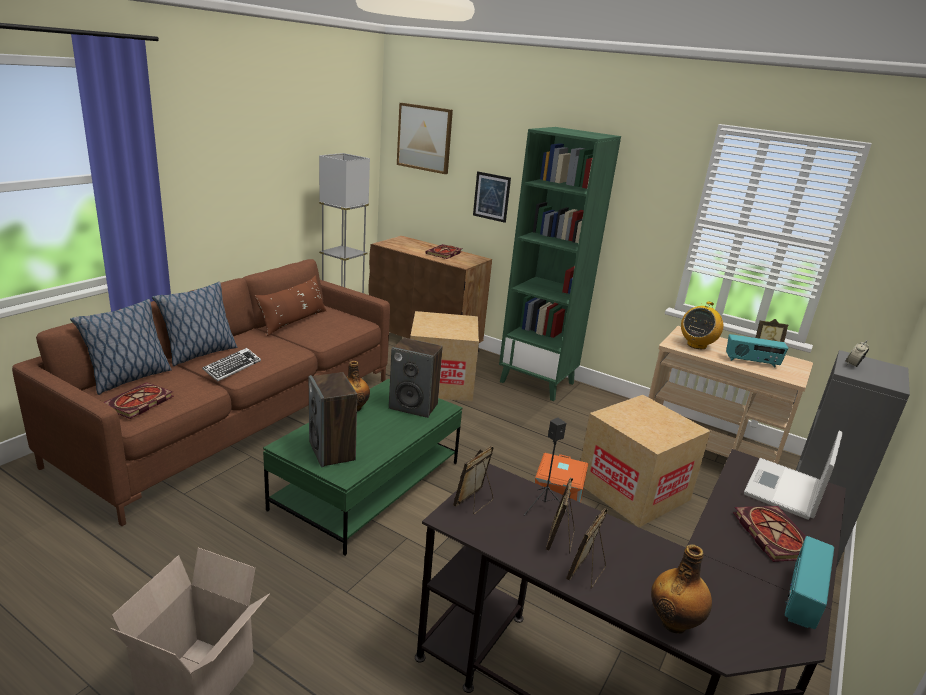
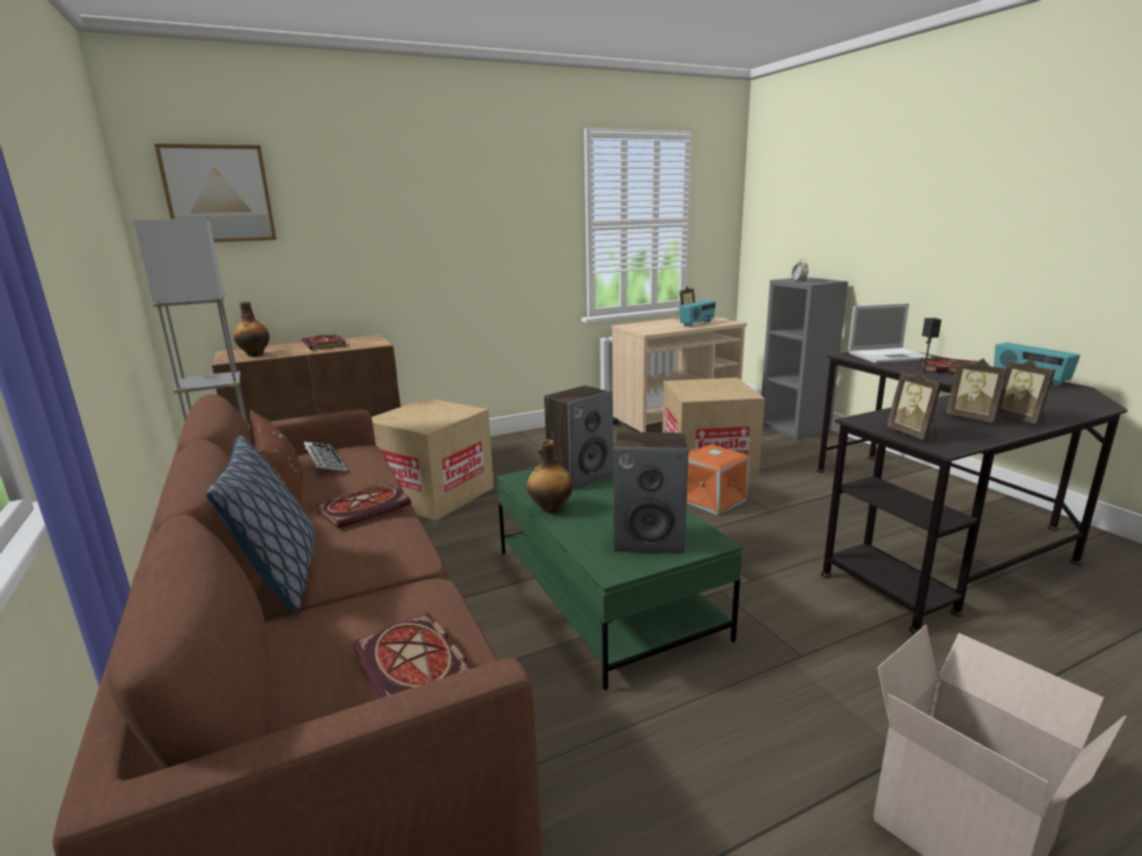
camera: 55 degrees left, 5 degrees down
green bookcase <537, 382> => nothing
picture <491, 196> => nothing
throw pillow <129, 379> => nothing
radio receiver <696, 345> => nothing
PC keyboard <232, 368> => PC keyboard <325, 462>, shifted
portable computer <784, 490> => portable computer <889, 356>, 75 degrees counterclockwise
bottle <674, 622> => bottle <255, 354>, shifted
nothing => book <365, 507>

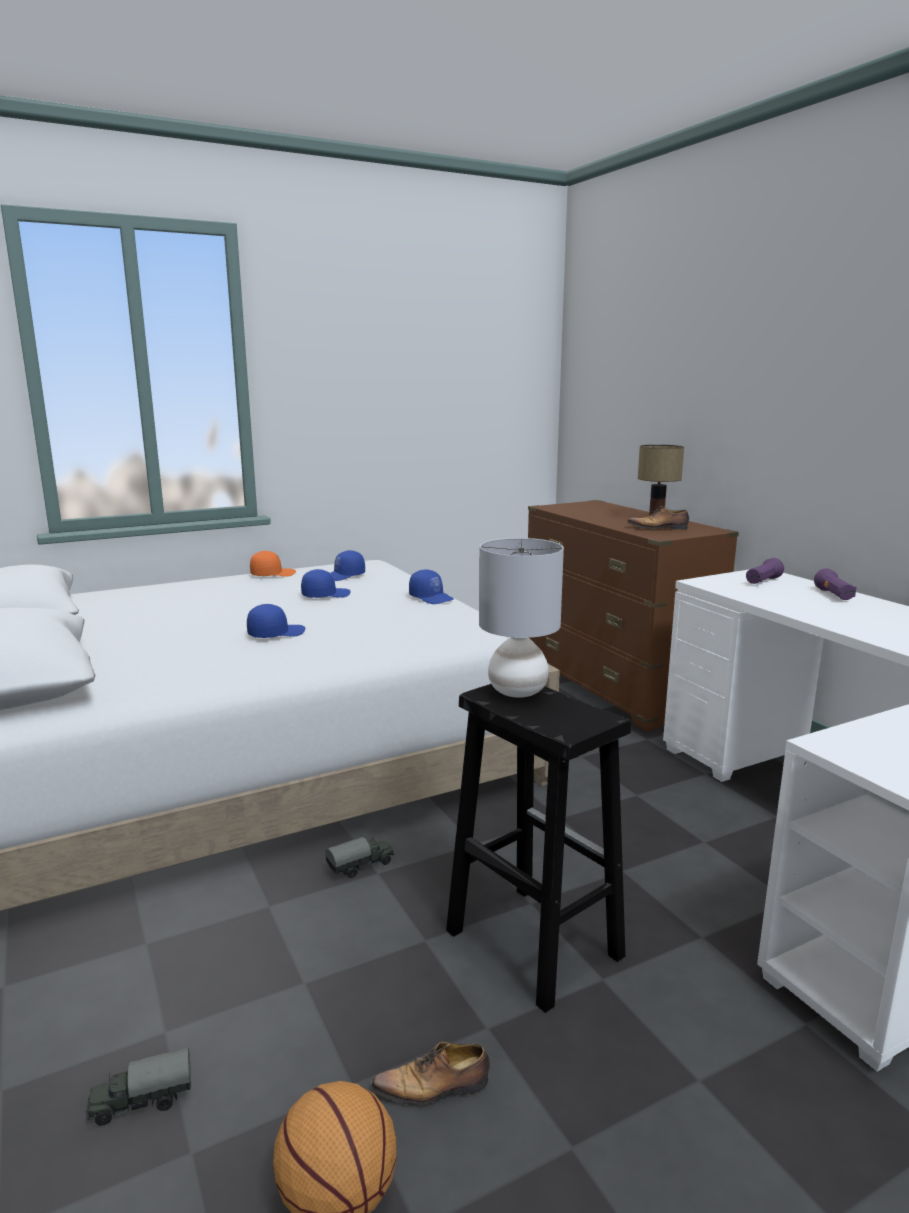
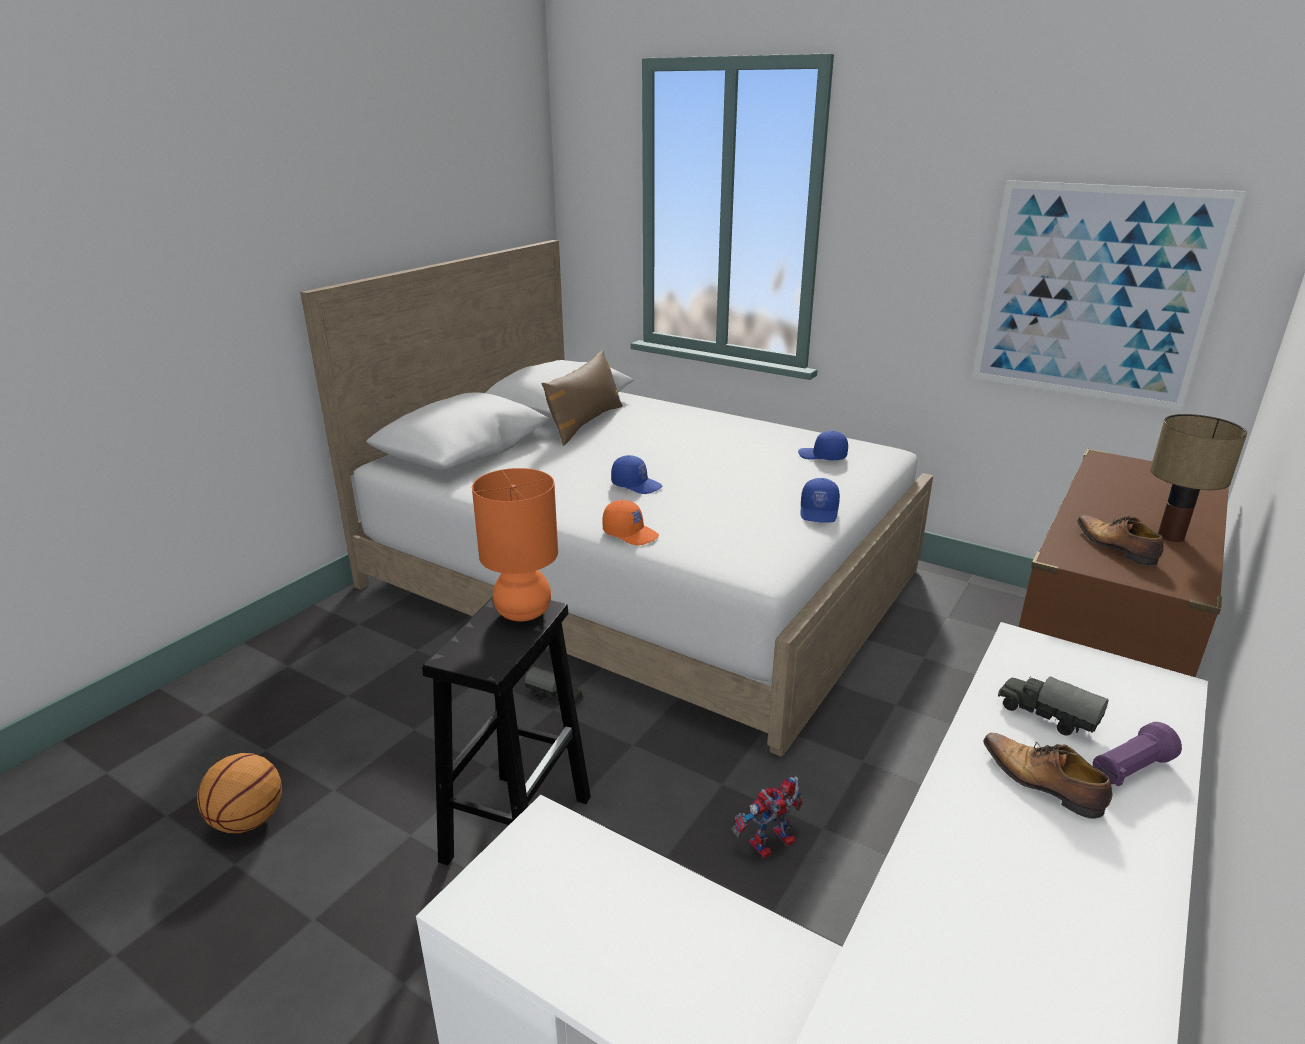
camera: 60 degrees right, 10 degrees up
grey lamp for a table <518, 691> => orangey lamp for a table <524, 612>
orangey peaked cap <273, 574> => orangey peaked cap <631, 533>, shifted
purple-coloured hand torch <762, 582> => nothing
bluish peaked cap <325, 595> => nothing
shoe <434, 1087> => shoe <1042, 783>, shifted
toy truck <141, 1102> => toy truck <1045, 716>, shifted
nothing => picture <1094, 294>
nothing => brownish throw pillow <585, 423>
nothing => model robot <770, 846>

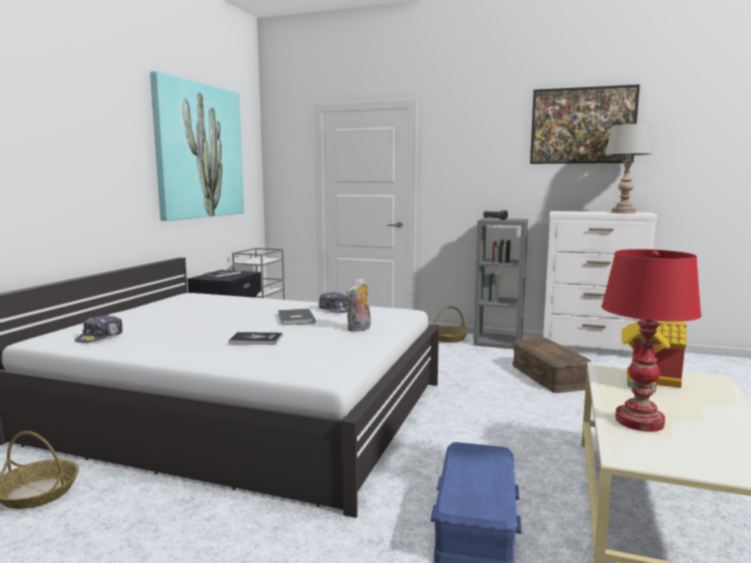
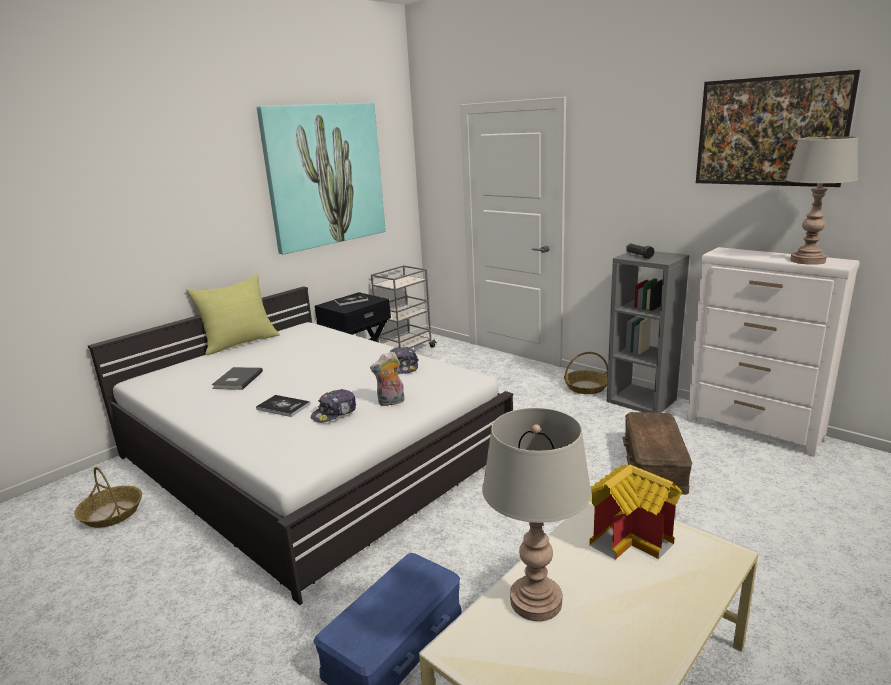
camera: 25 degrees right, 10 degrees up
reddish lamp for a table <639, 421> => grey lamp for a table <536, 601>
grey book <295, 319> => grey book <236, 380>, shifted
peaked cap <100, 337> => peaked cap <335, 413>, shifted
nothing => yellowish throw pillow <240, 343>

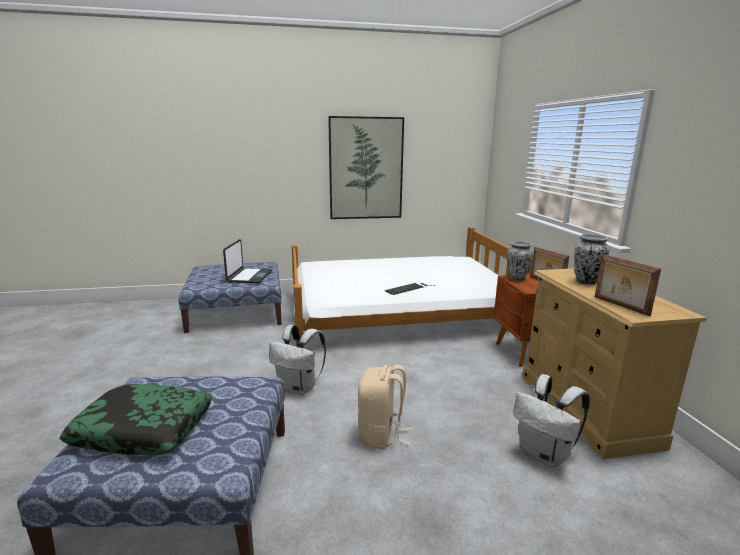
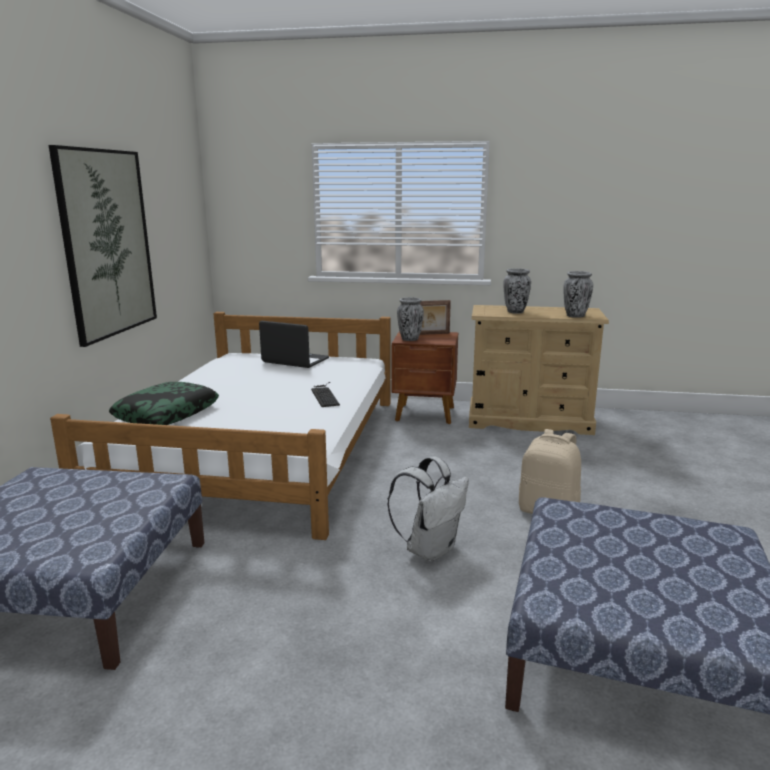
camera: 70 degrees left, 0 degrees up
portable computer <249, 276> => portable computer <295, 361>, shifted
standing frame <620, 306> => flower vase <575, 316>
white rucksack <545, 454> => nothing
throw pillow <142, 429> => throw pillow <167, 414>, shifted

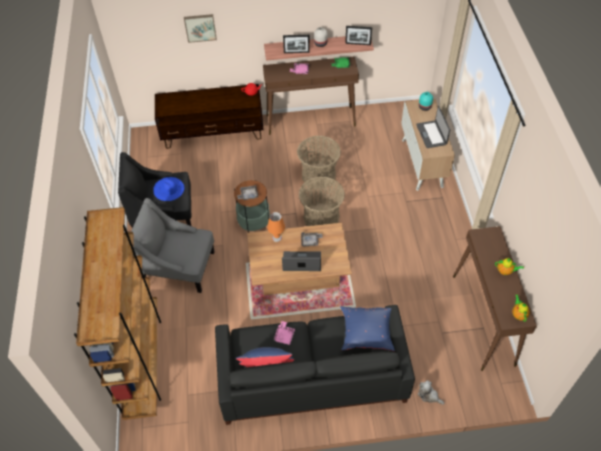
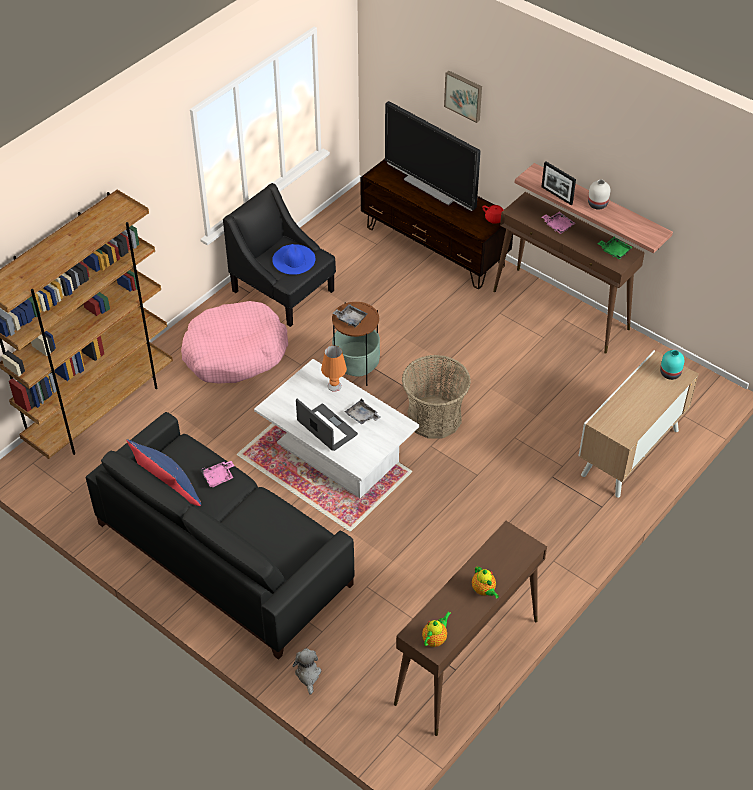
camera: 45 degrees right, 5 degrees down
standing frame <358, 44> => nothing
portable computer <431, 134> => nothing
basket <318, 175> => nothing
grey armchair <179, 267> => pinkish dog bed <235, 353>
brownish low table <299, 273> => white low table <337, 452>
bluish throw pillow <367, 333> => nothing
nothing => TV <431, 188>

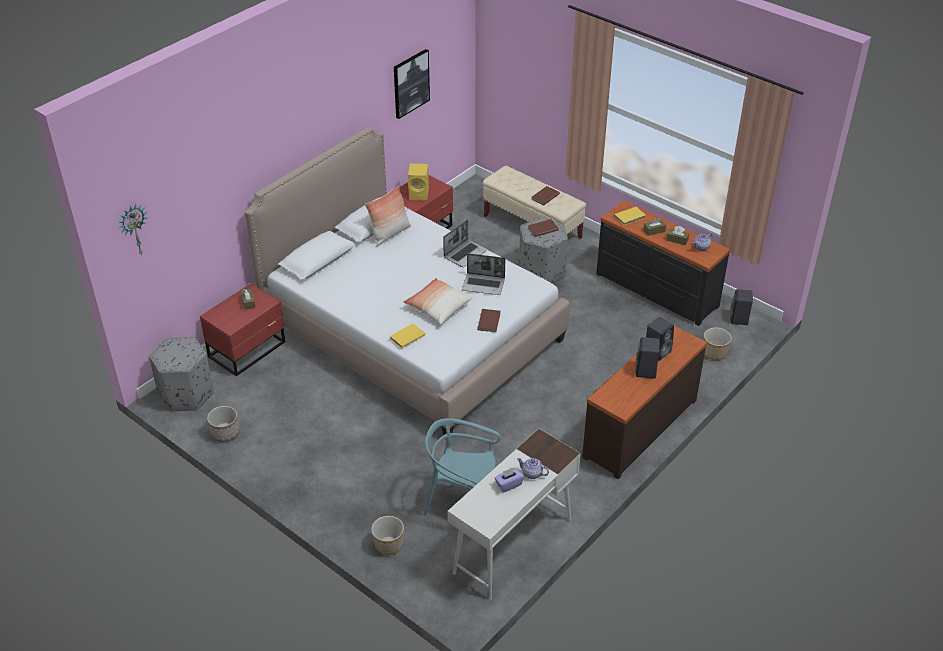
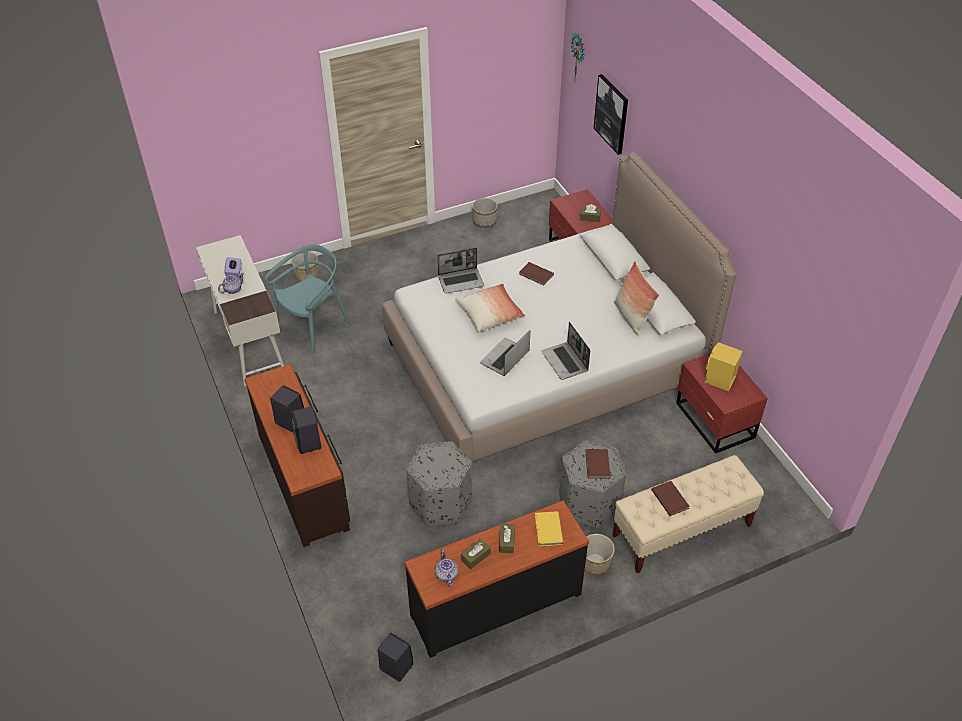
camera: 115 degrees right, 5 degrees up
picture <410, 83> => picture <612, 114>, shifted
brownish book <489, 321> => brownish book <536, 275>, shifted
yellowish book <406, 336> => portable computer <461, 281>
planter <715, 353> => planter <594, 563>, shifted
grey footrest <186, 394> => grey footrest <441, 503>, shifted

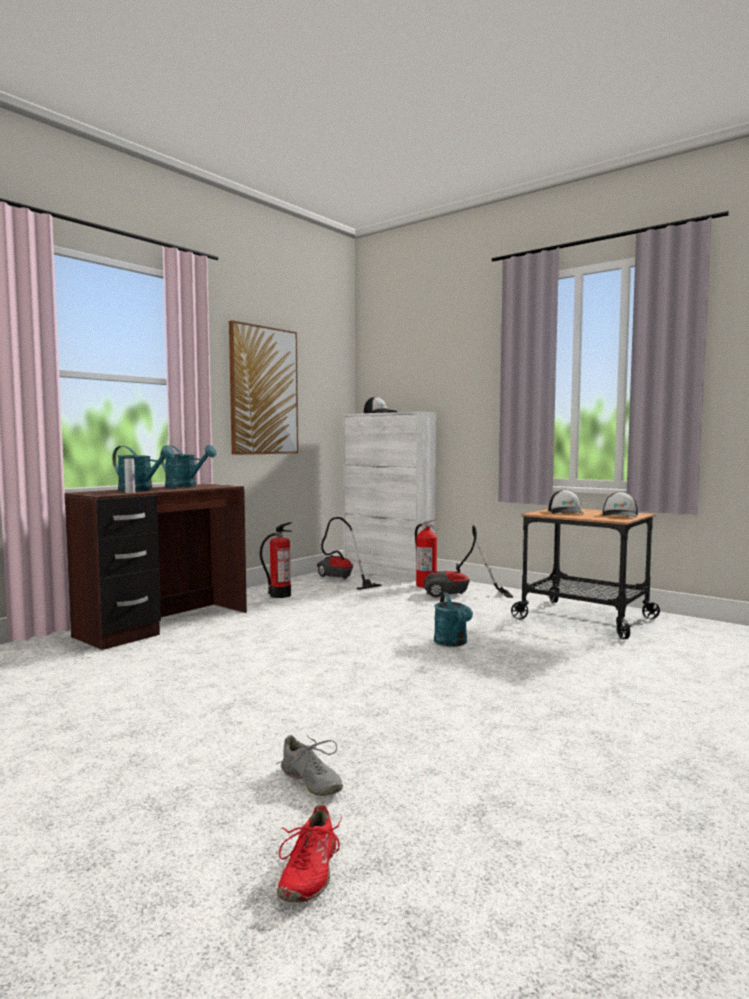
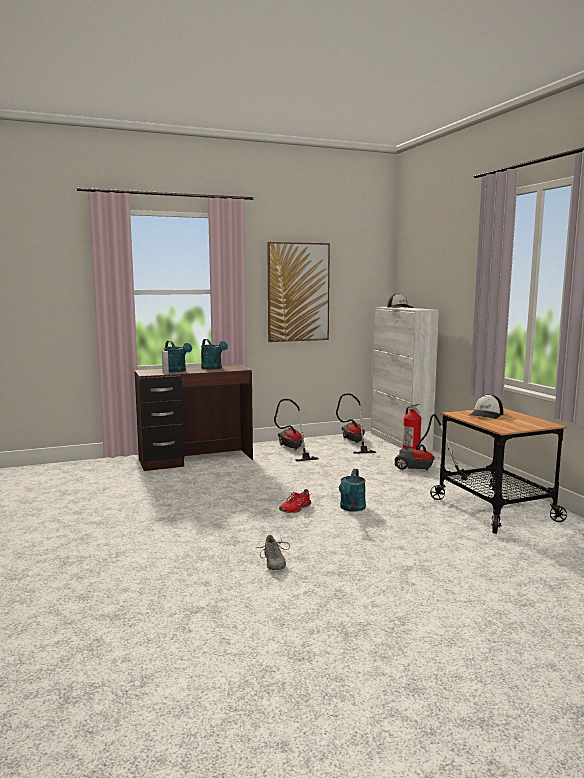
camera: 30 degrees right, 5 degrees up
peaked cap <620, 515> => nothing
extinguisher <280, 595> => hoover <292, 449>
grey shoe <310, 782> => grey shoe <273, 562>, shifted
reddish shoe <308, 872> => reddish shoe <295, 508>, shifted

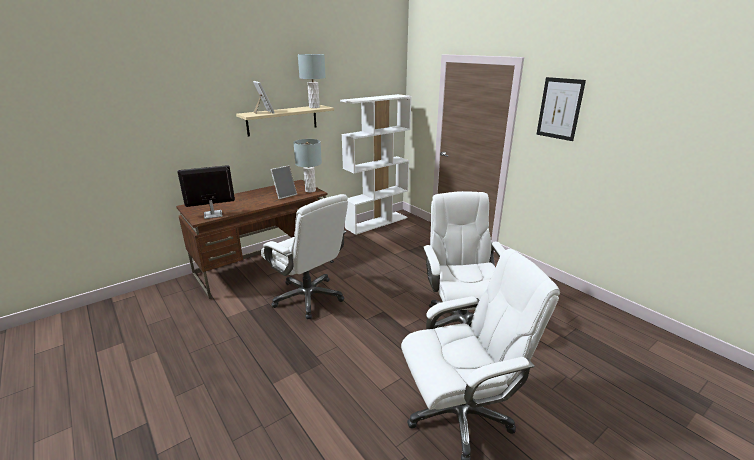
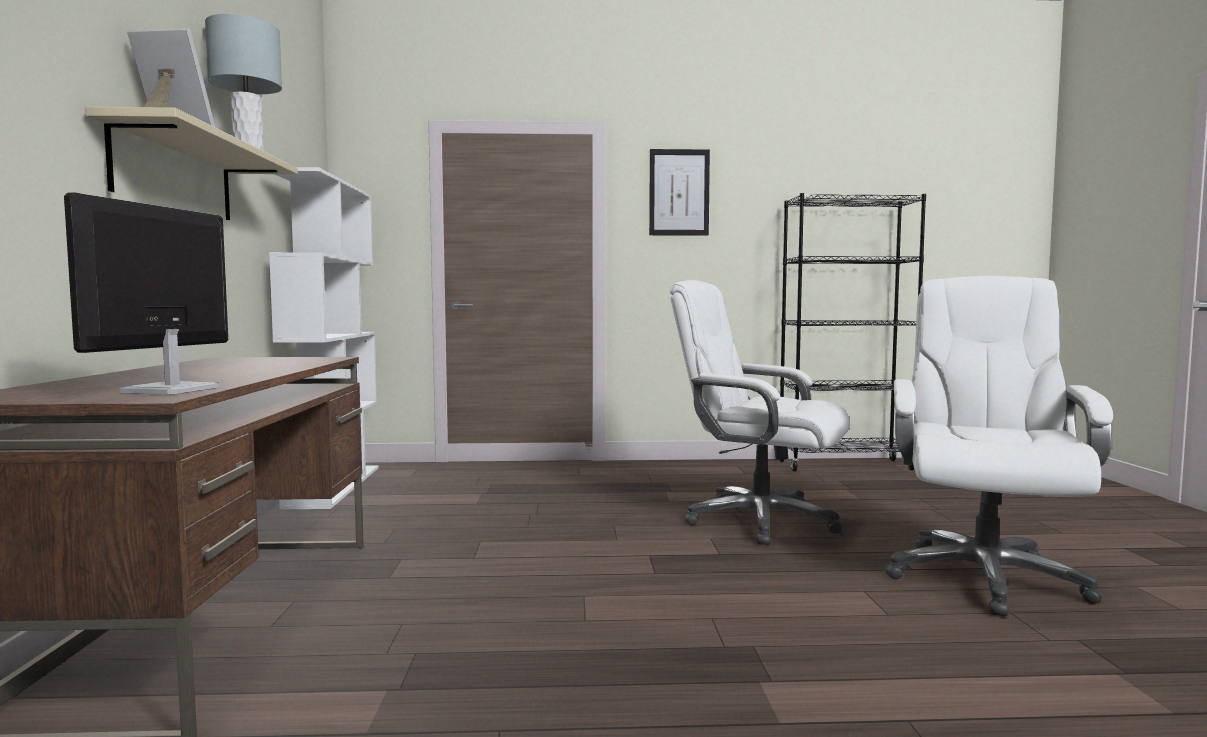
camera: 55 degrees left, 20 degrees down
grey lamp for a table <310, 190> => nothing
standing frame <284, 195> => nothing
white office chair <309, 297> => nothing
nothing => black-coloured bookcase <845, 466>

